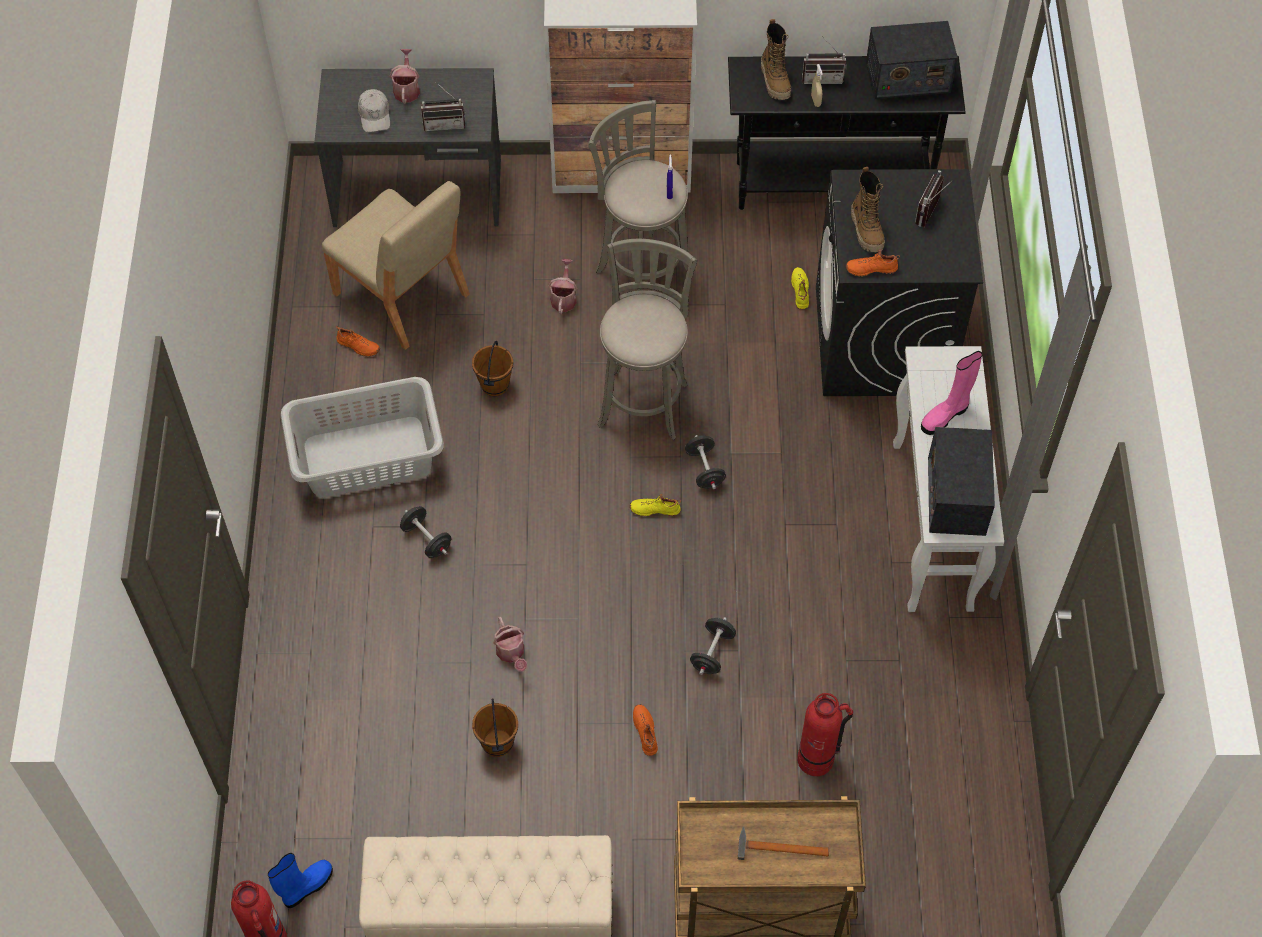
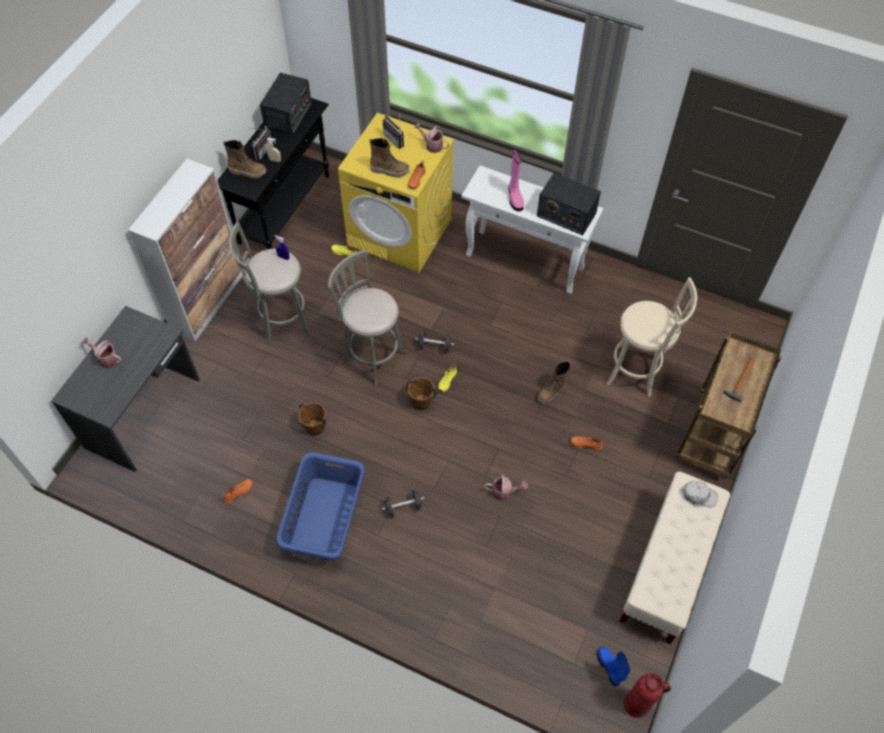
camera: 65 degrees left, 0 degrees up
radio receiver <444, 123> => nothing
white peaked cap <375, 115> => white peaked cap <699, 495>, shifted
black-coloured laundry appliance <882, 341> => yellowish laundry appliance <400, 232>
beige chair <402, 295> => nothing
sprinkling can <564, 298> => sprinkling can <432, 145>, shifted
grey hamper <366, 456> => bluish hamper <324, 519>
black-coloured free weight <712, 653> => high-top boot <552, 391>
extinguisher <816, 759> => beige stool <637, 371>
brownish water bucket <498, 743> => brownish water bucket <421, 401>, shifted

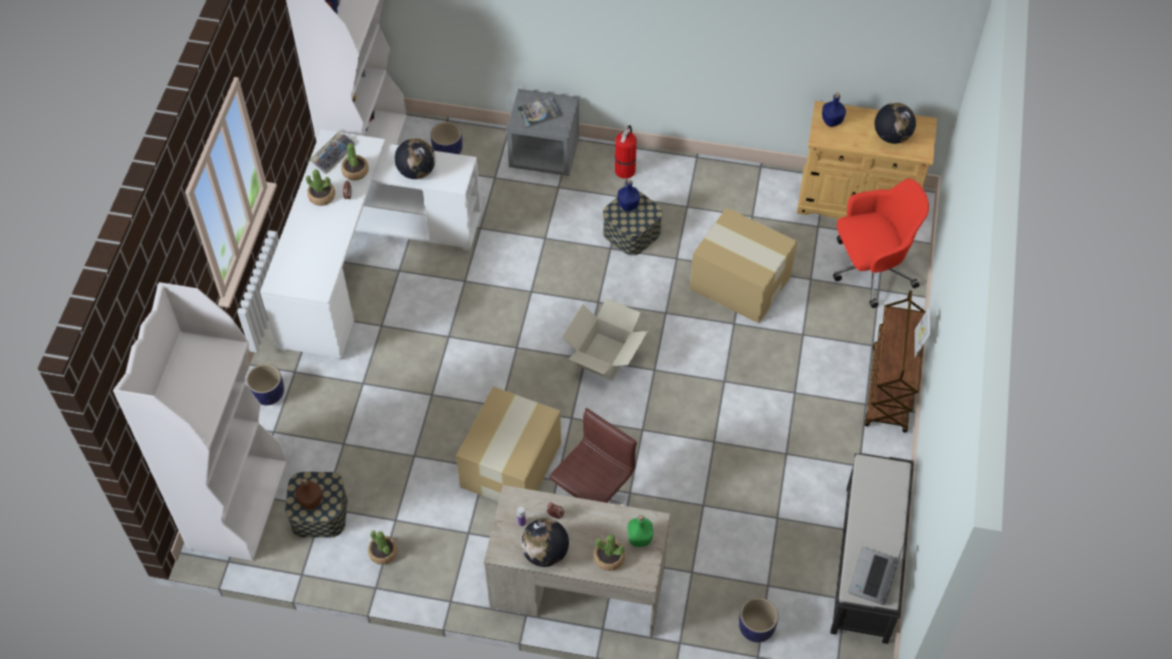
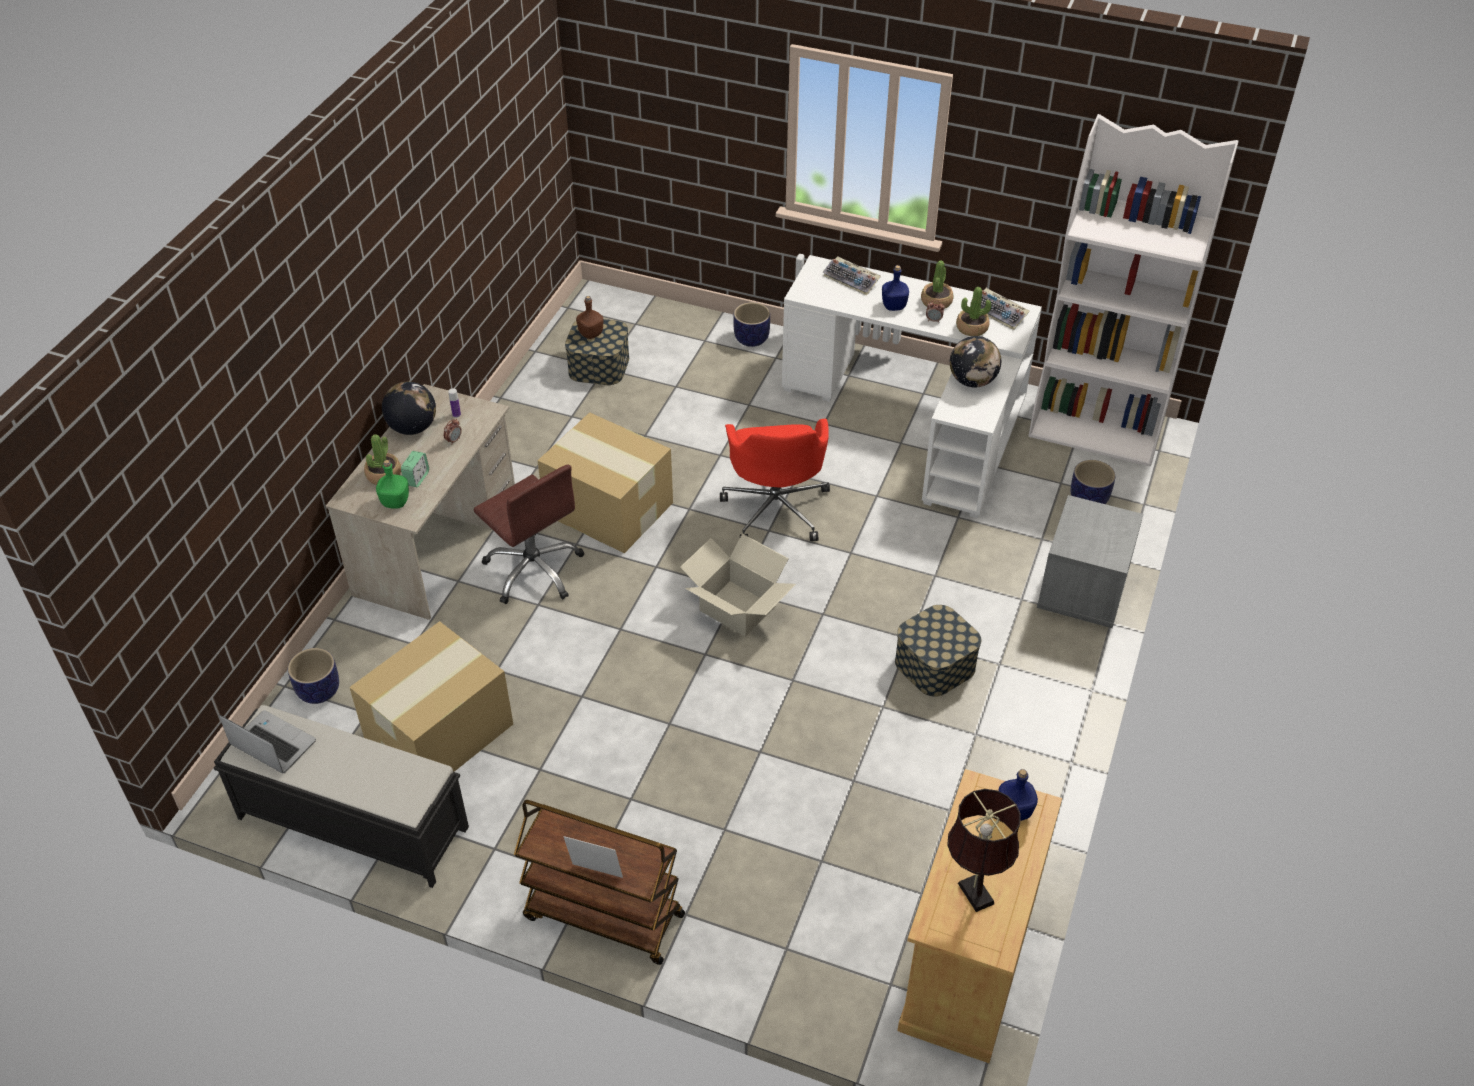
camera: 100 degrees right, 10 degrees down
book <539, 112> => nothing
world globe <892, 136> => brownish lamp for a table <973, 890>
extinguisher <625, 169> => nothing
bluish bottle <628, 205> => bluish bottle <893, 306>, shifted
reddish office chair <870, 270> => reddish office chair <776, 508>, shifted
carton <739, 281> => carton <441, 731>, shifted
white bookcase <237, 504> => nothing
plant in a pot <383, 552> => nothing
nothing => PC keyboard <852, 280>
nothing => alarm clock <417, 478>

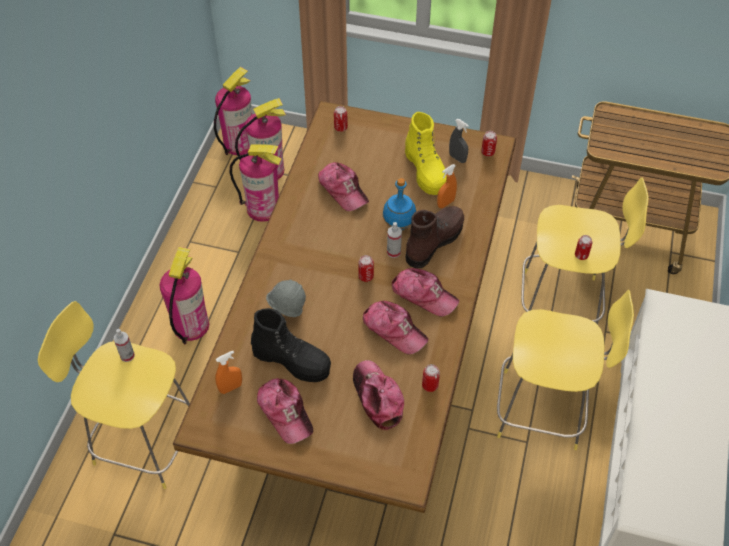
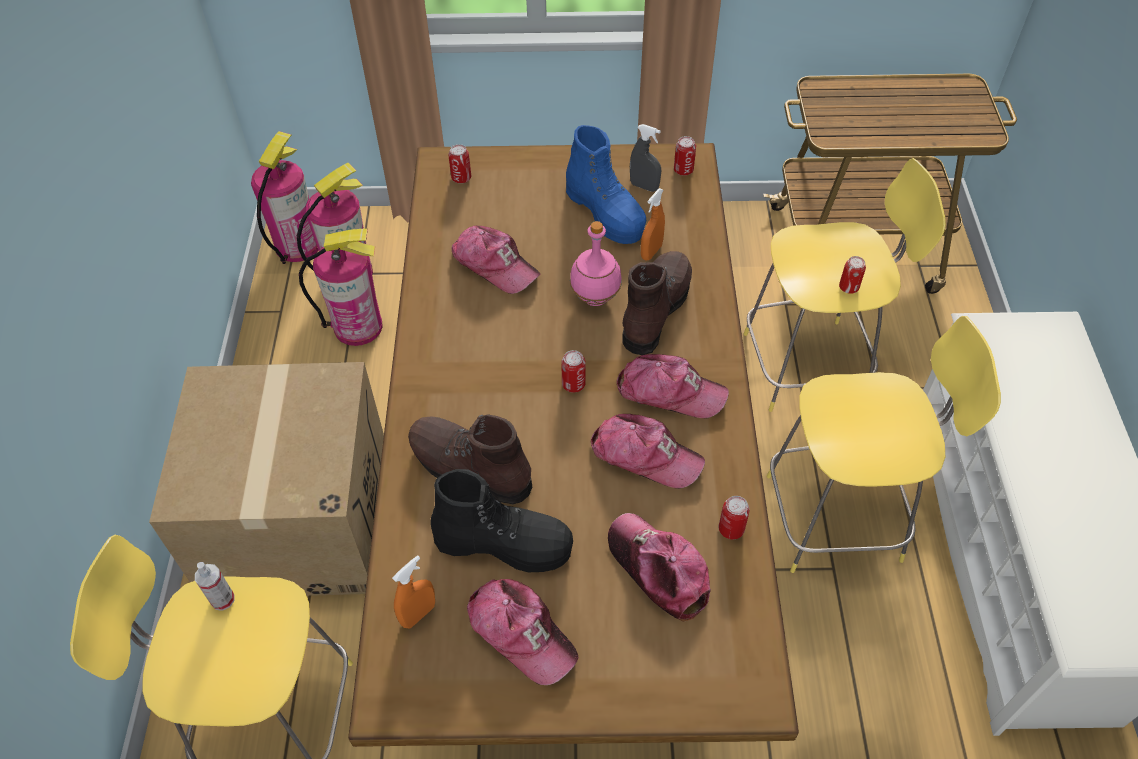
camera: 15 degrees left, 0 degrees up
yellowish high-top boot <425, 171> => bluish high-top boot <606, 213>
bluish bottle <398, 225> => pinkish bottle <595, 298>
hand sprayer <393, 252> => nothing
extinguisher <190, 325> => carton <298, 519>
grey hard hat <286, 312> => brownish high-top boot <470, 468>

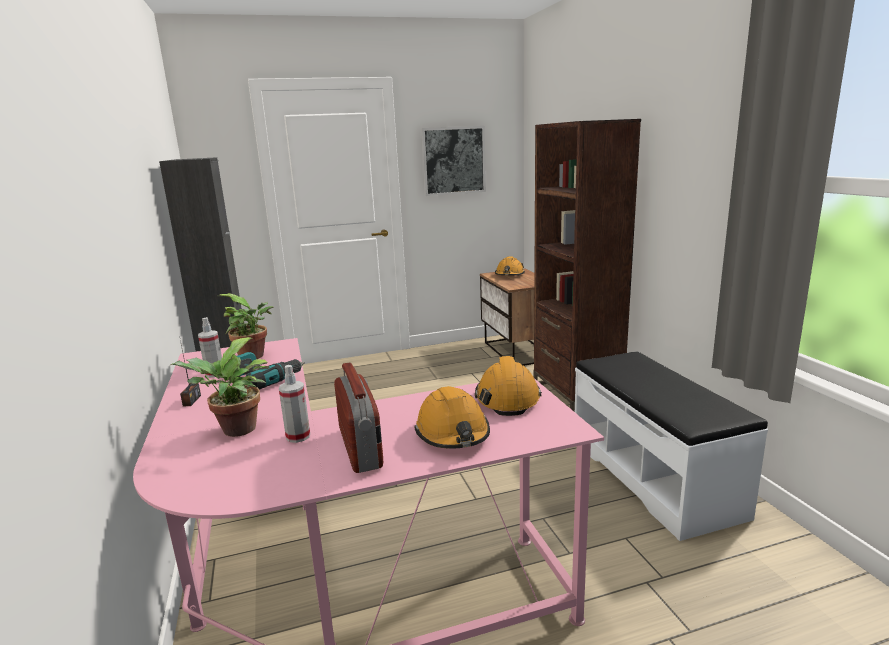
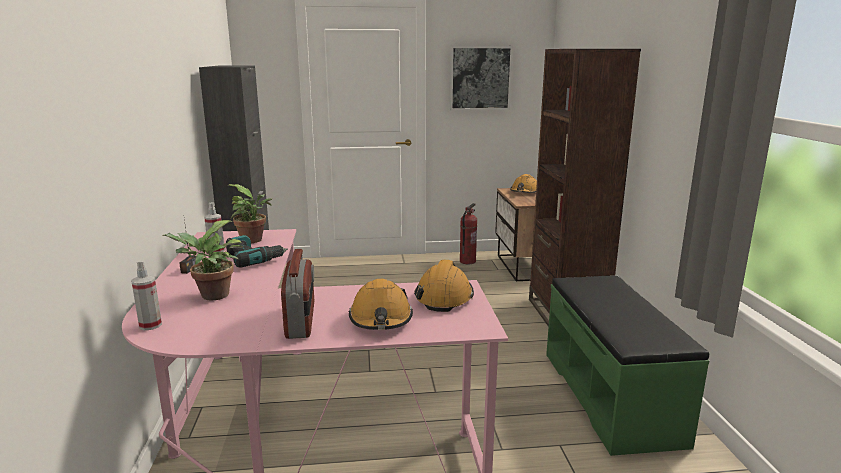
camera: 10 degrees right, 0 degrees up
white bench <653, 475> => green bench <611, 395>
hand sprayer <298, 436> => hand sprayer <150, 325>, shifted
nothing => extinguisher <467, 261>

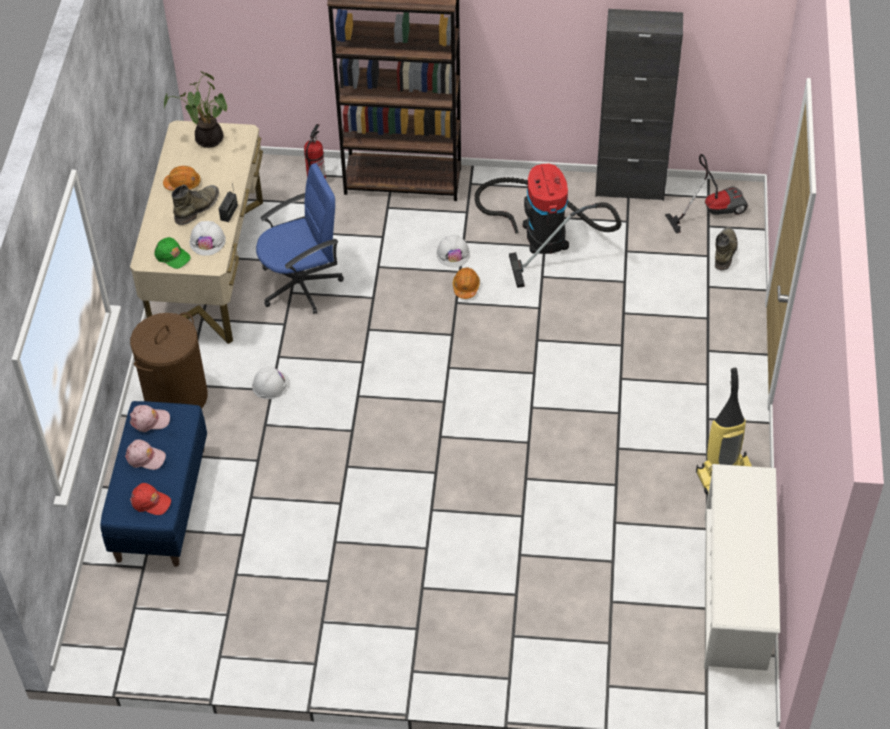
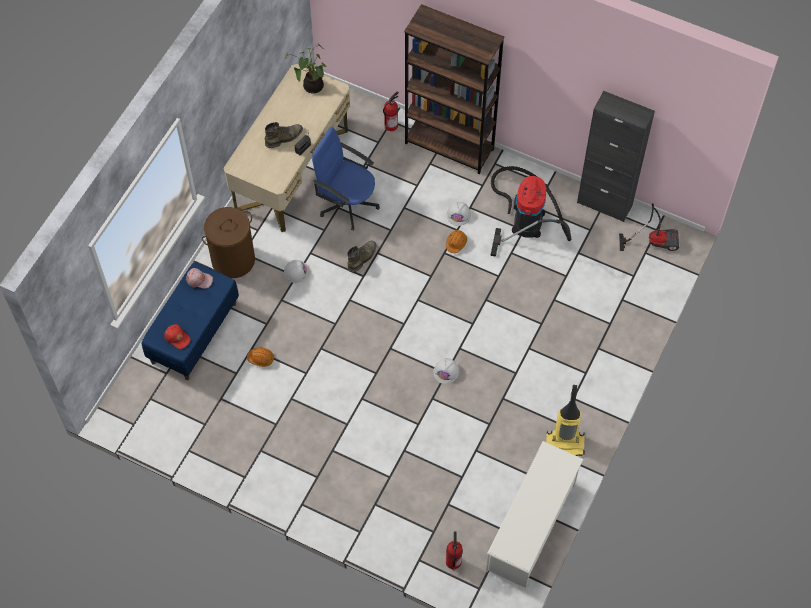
camera: 20 degrees right, 10 degrees up
bluish office chair <301, 284> => bluish office chair <347, 203>, 150 degrees counterclockwise
orangey hard hat <183, 184> => orangey hard hat <261, 358>, shifted
white hard hat <207, 241> => white hard hat <446, 371>, shifted
green high-top boot <725, 251> => green high-top boot <362, 257>, shifted
green peaked cap <172, 256> => nothing
pinkish peaked cap <145, 457> => nothing
nothing => extinguisher <453, 561>

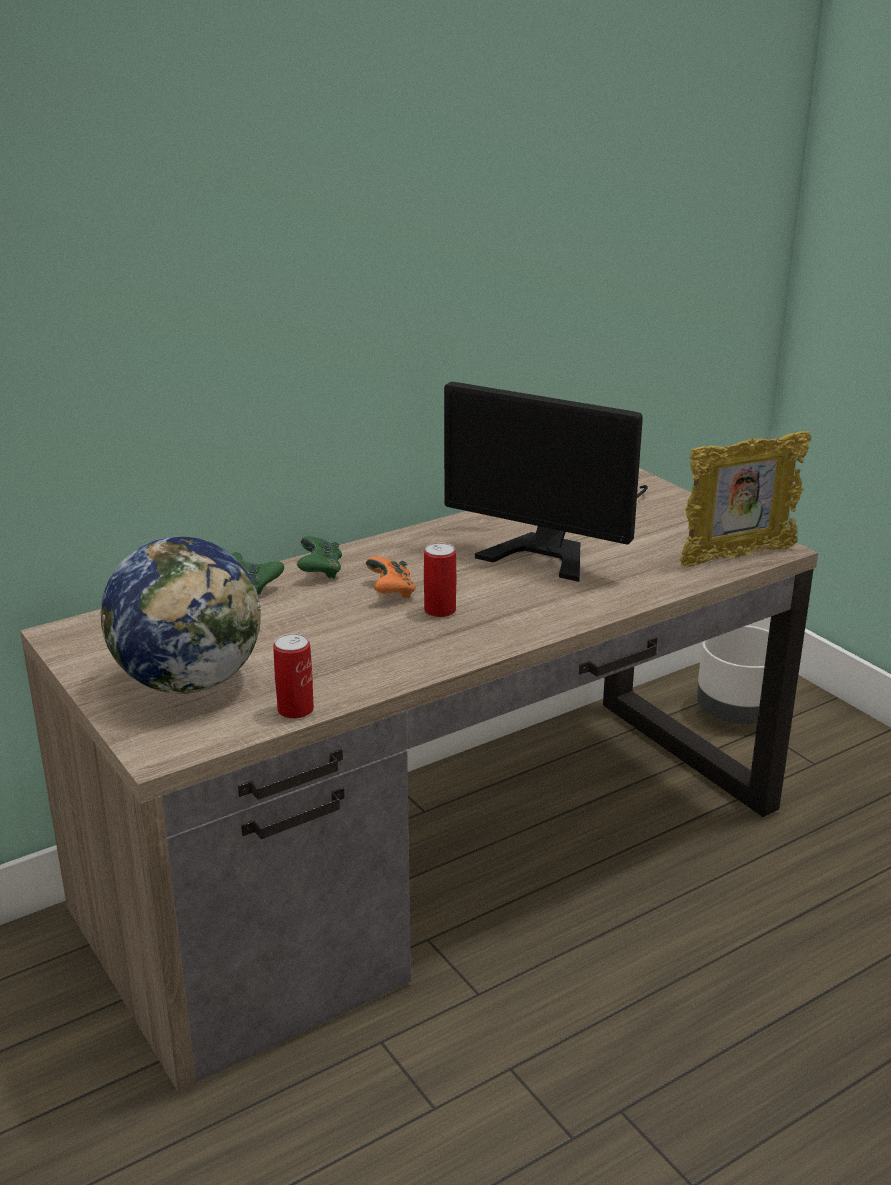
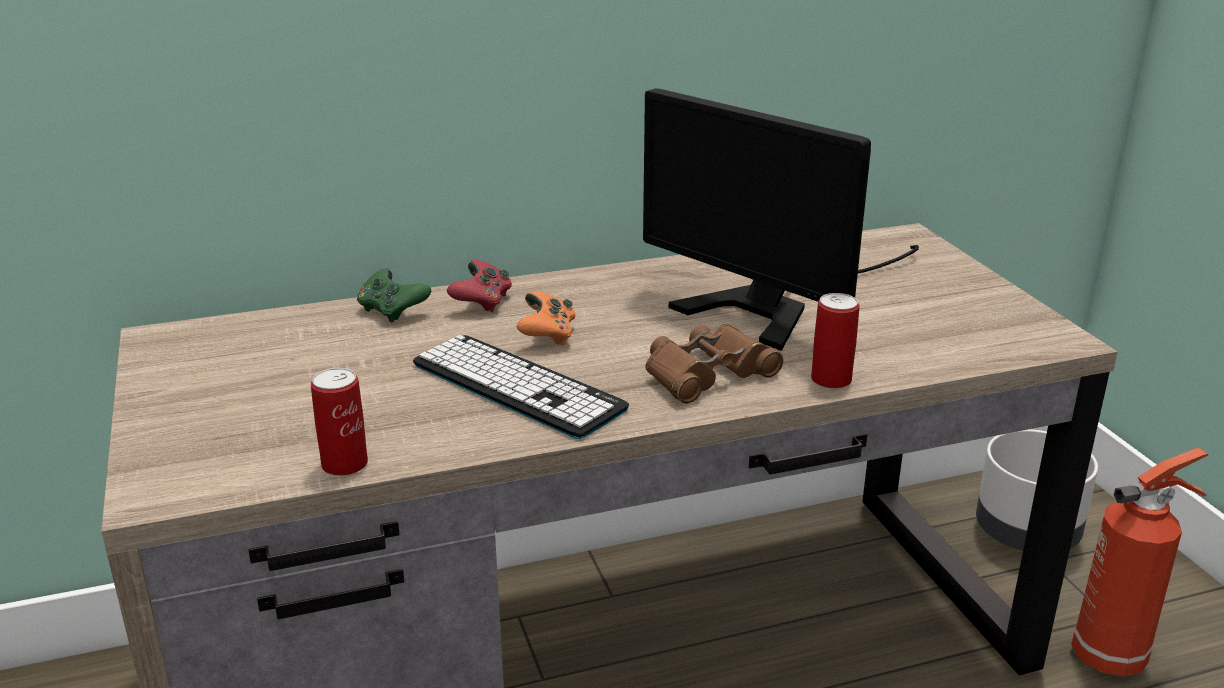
camera: 15 degrees right, 0 degrees up
standing frame <737, 556> => nothing
world globe <189, 681> => nothing
green joypad <320, 571> => reddish joypad <482, 302>
can <440, 610> => can <831, 379>, shifted
nothing => brownish pair of binoculars <707, 374>
nothing => PC keyboard <517, 386>
nothing => extinguisher <1112, 655>

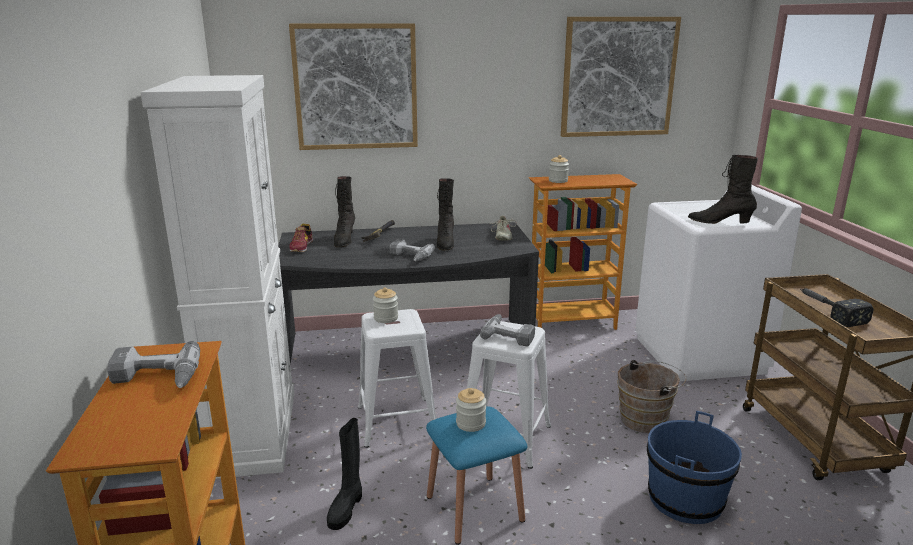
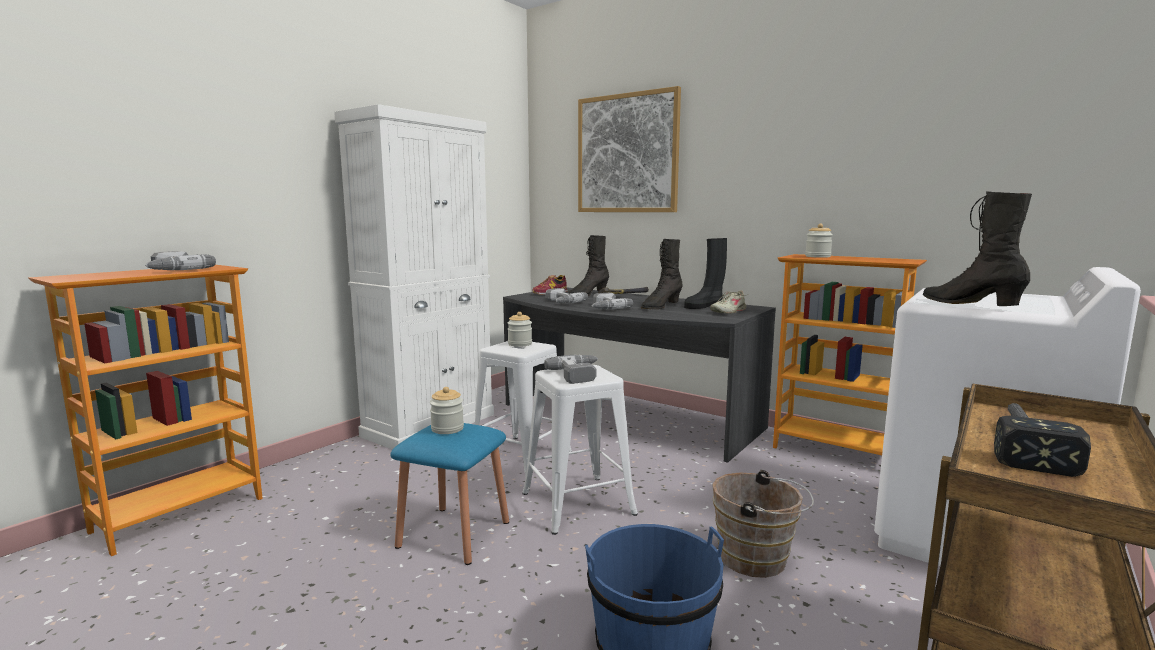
camera: 45 degrees right, 10 degrees down
picture <618, 77> => nothing
black-coloured high-top boot <346, 508> => black-coloured high-top boot <704, 306>, shifted
nothing => power drill <560, 302>

